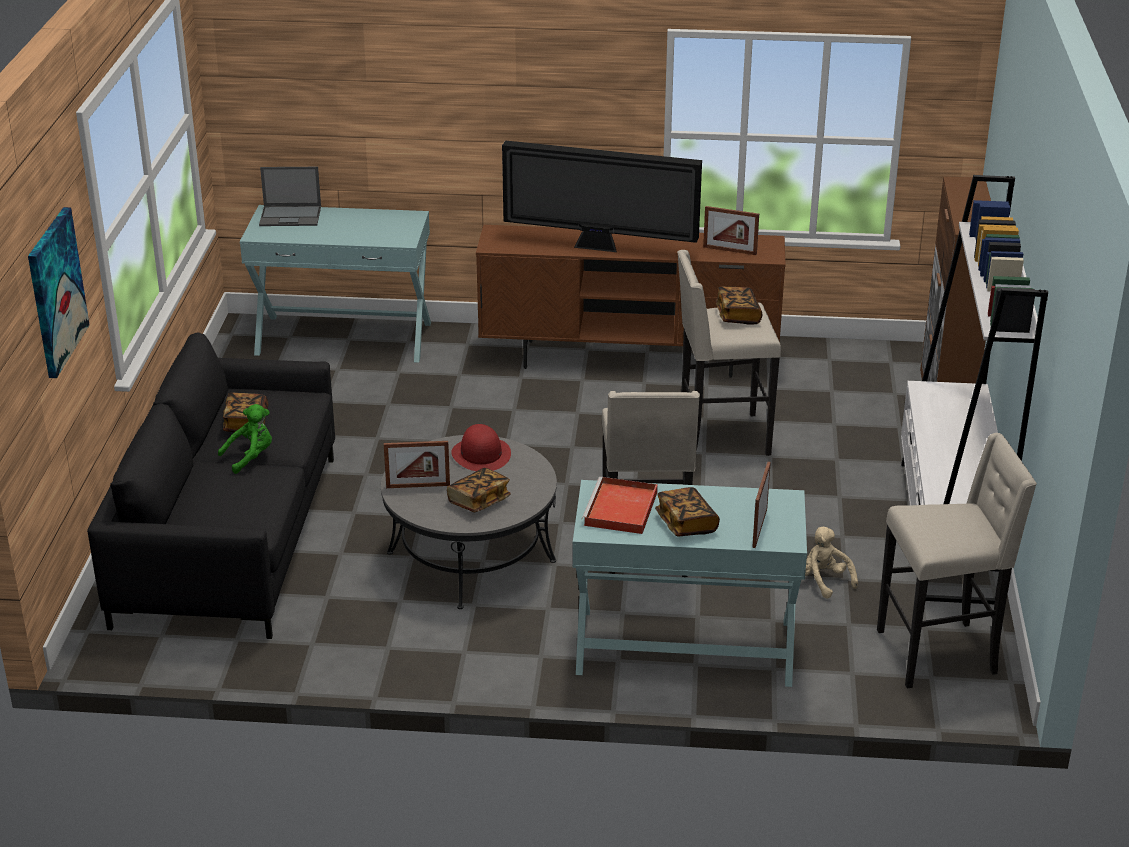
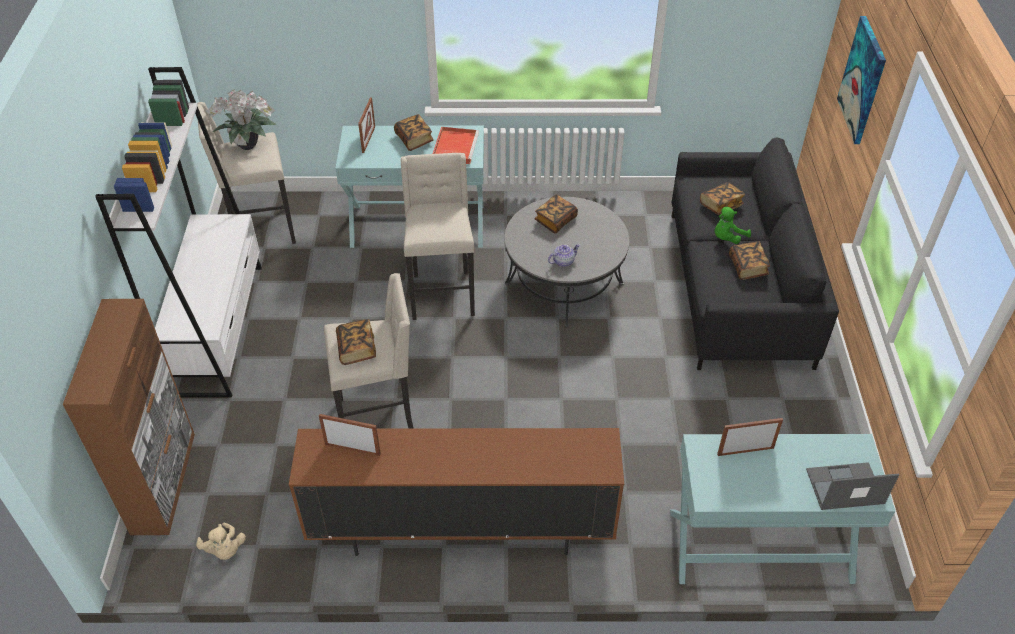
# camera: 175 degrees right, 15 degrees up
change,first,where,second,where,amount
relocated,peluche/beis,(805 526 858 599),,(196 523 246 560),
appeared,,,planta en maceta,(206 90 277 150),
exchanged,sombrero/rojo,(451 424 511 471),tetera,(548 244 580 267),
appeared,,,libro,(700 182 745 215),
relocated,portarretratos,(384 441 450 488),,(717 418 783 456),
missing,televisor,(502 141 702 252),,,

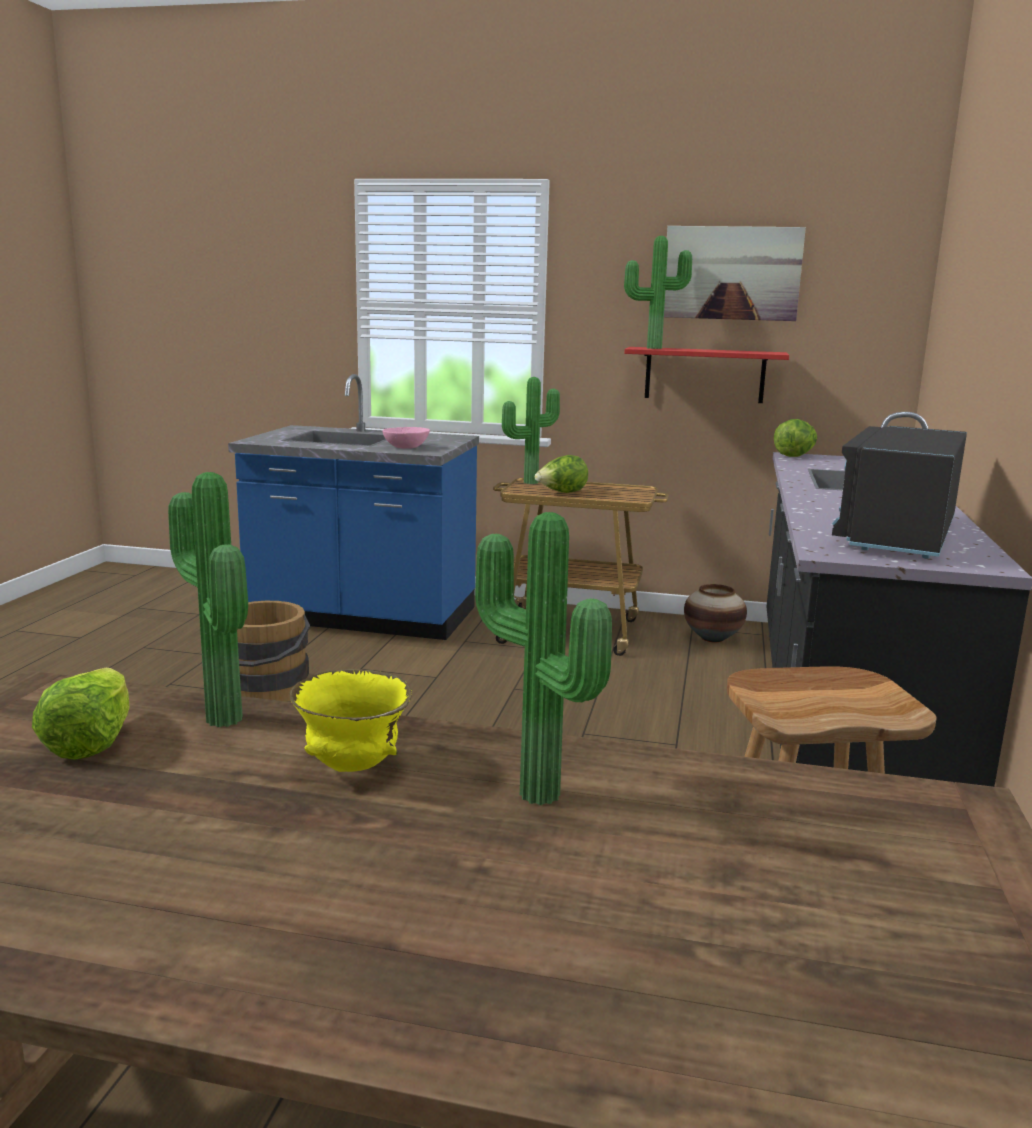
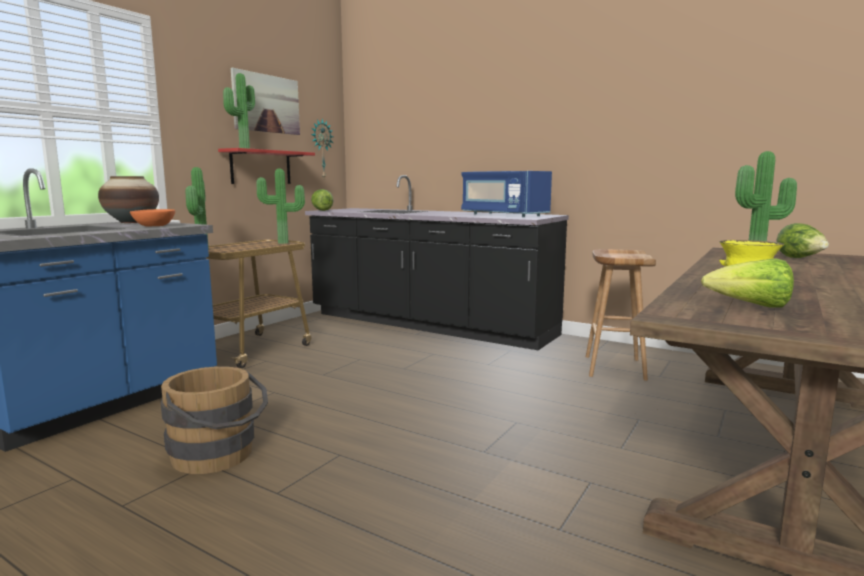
# camera: 70 degrees left, 5 degrees down
change,first,where,second,where,amount
relocated,florero,(684 584 747 643),,(98 176 159 223),
colour,cuenco/rosa,(382 427 430 449),cuenco/naranja,(130 209 175 226),
relocated,planta en maceta,(168 472 248 727),,(256 168 305 244),
appeared,,,reloj de pared,(311 119 334 178),
colour,microondas/negro,(832 426 967 559),microondas/azul,(461 171 552 217),
relocated,lechuga,(535 455 588 493),,(776 223 829 258),

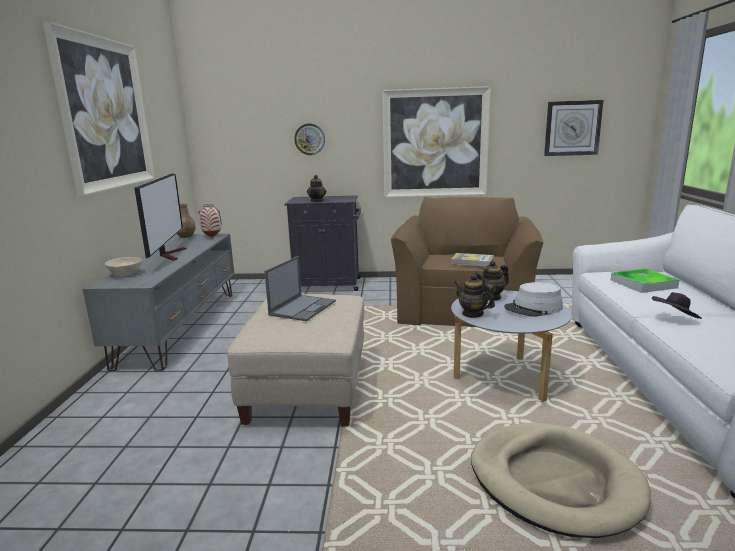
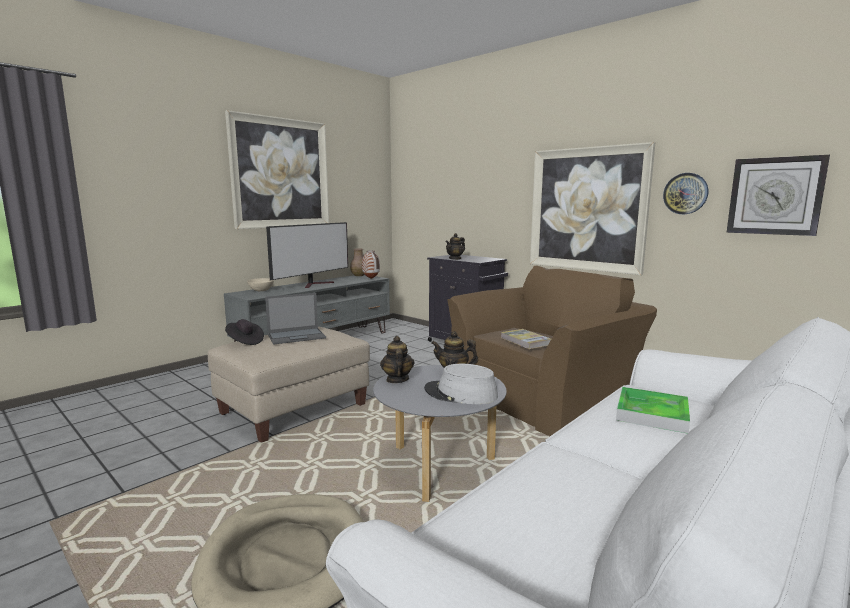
# camera: 40 degrees right, 5 degrees down
change,first,where,second,where,amount
relocated,sombrero/negro,(652 292 702 319),,(225 319 264 345),
relocated,reloj de pared,(294 124 325 155),,(663 173 708 214),

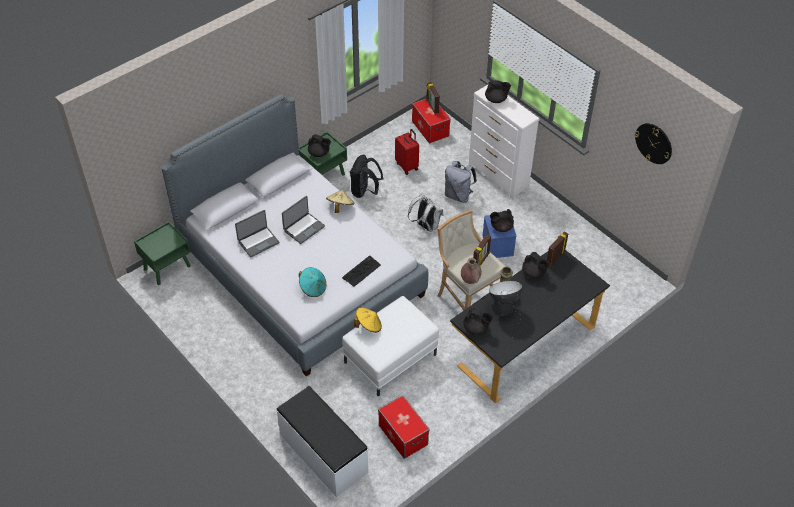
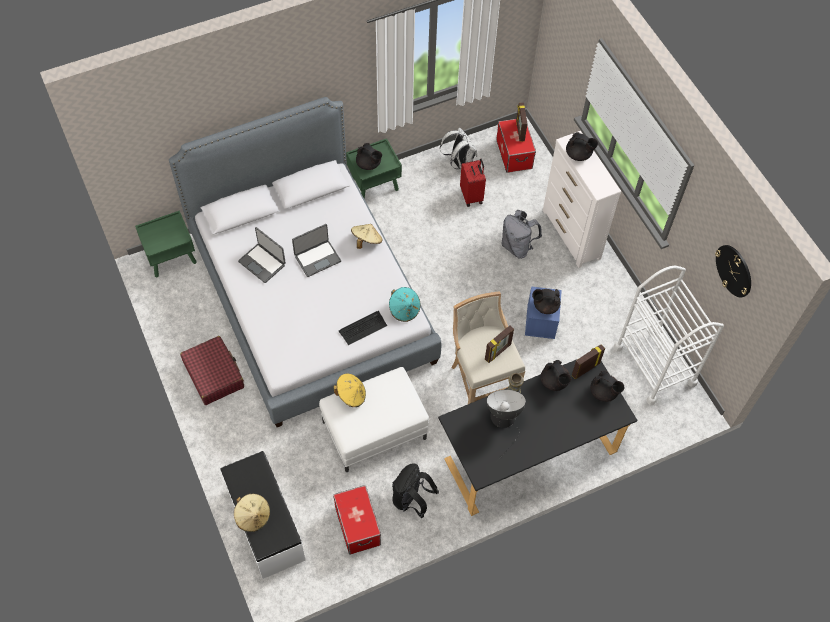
# camera: 15 degrees right, 10 degrees up
change,first,where,second,where,amount
appeared,,,maleta/rojo,(180 336 244 405),
appeared,,,sombrero/beis,(234 494 270 532),
spun,portátil,(235 210 280 257),,(238 227 286 283),60 degrees clockwise
relocated,sombrero/turquesa,(299 267 326 297),,(389 287 420 322),
relocated,mochila/negro,(350 155 383 198),,(392 463 439 518),
relocated,mochila/blanco,(408 194 443 232),,(440 127 477 170),
relocated,tetera/negro,(463 308 493 335),,(590 371 624 402),
appeared,,,carrito/blanco,(614 266 724 405),
missing,florero/marrón,(461 258 482 284),,,

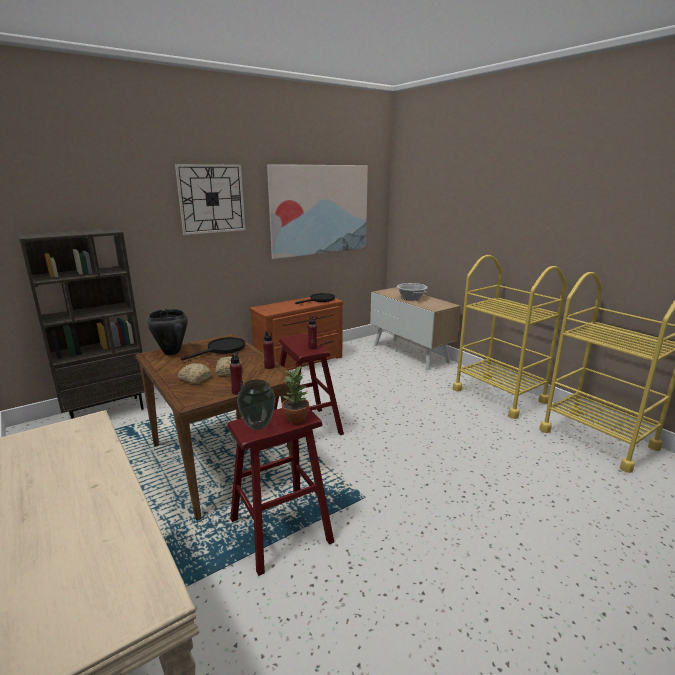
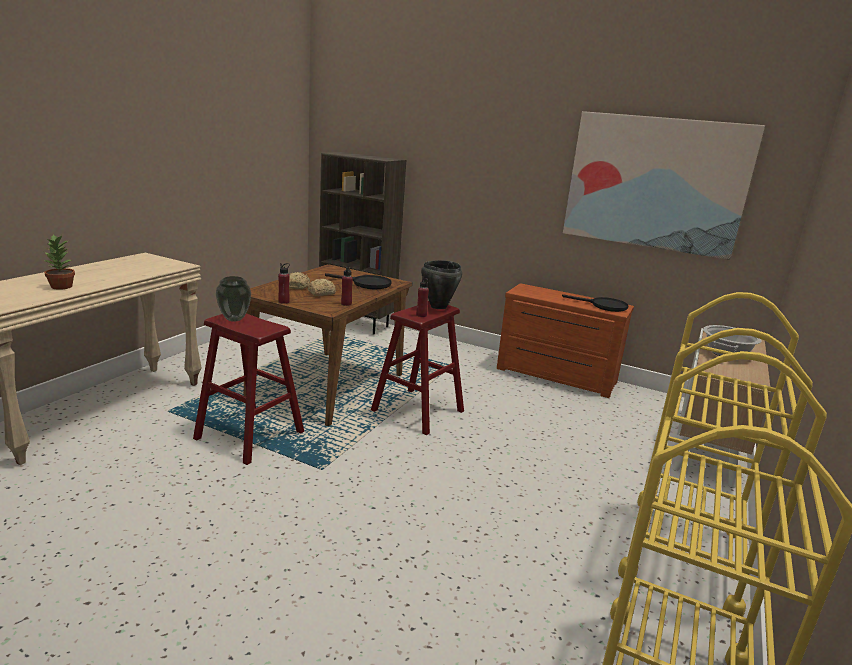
# camera: 60 degrees right, 0 degrees up
change,first,where,second,where,amount
relocated,planta en maceta,(282 365 309 424),,(44 234 75 290),
relocated,olla/negro,(147 309 188 355),,(421 260 462 309),
missing,reloj de pared,(175 164 245 235),,,

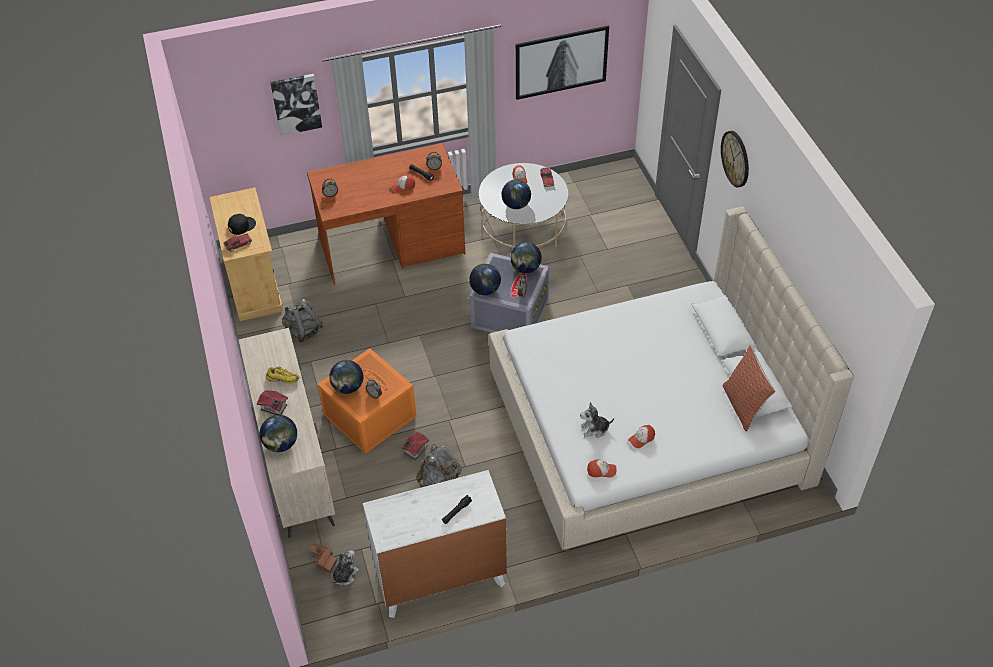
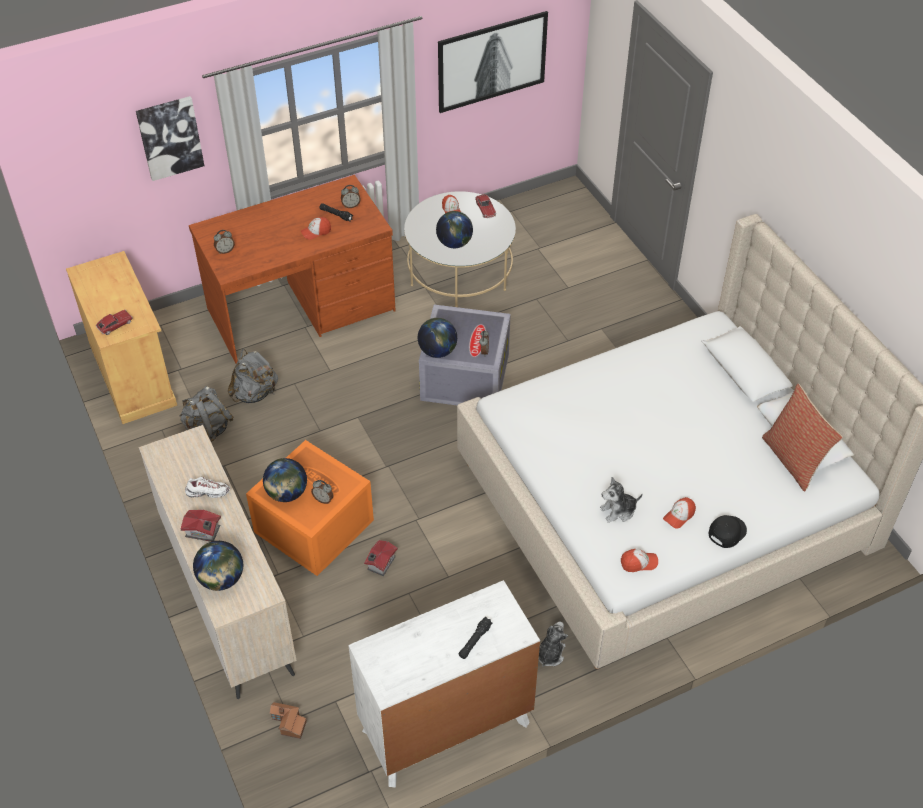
# camera: 10 degrees left, 0 degrees up
change,first,where,second,where,amount
colour,zapato/amarillo,(266 367 299 384),zapato/blanco,(185 477 230 498),
relocated,mochila/gris,(416 444 462 487),,(228 349 278 403),
relocated,peluche,(332 550 359 585),,(538 622 568 667),
relocated,gorra/negro,(228 214 256 235),,(709 515 747 548),
missing,globo terráqueo,(511 242 542 273),,,
missing,reloj de pared,(721 131 749 187),,,

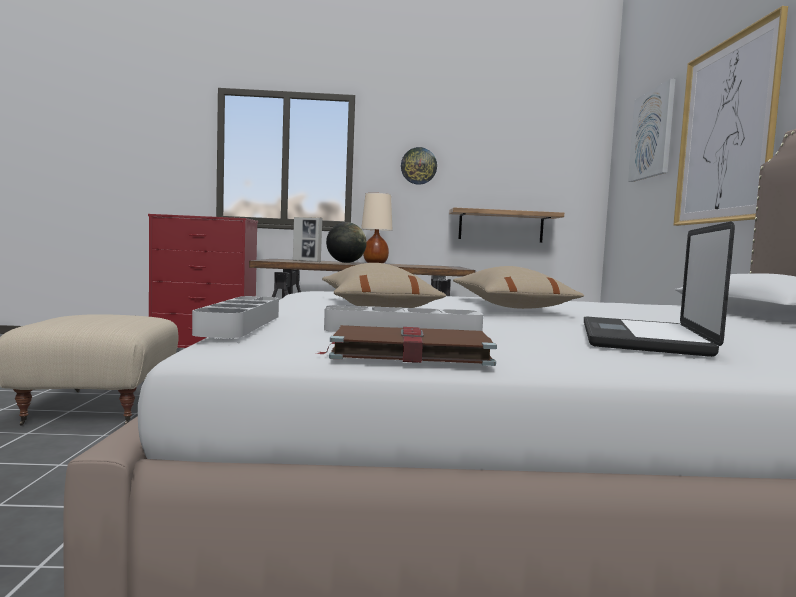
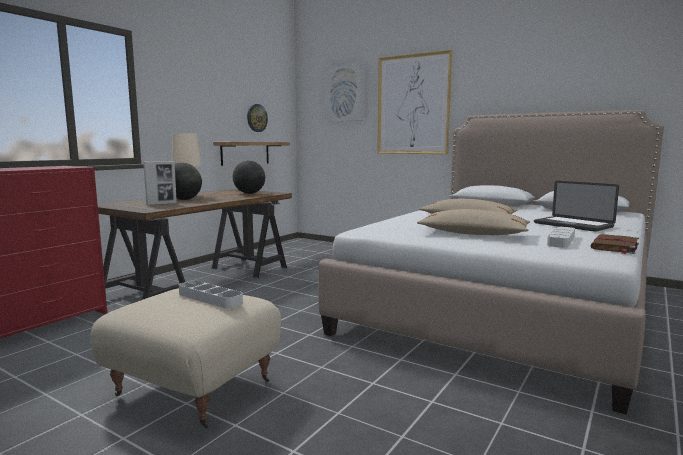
# camera: 55 degrees left, 5 degrees up
change,first,where,second,where,amount
relocated,bandeja/gris,(192 296 279 338),,(179 280 243 309),
appeared,,,globo terráqueo,(233 160 265 194),
relocated,reloj de pared,(401 147 437 185),,(247 104 268 132),

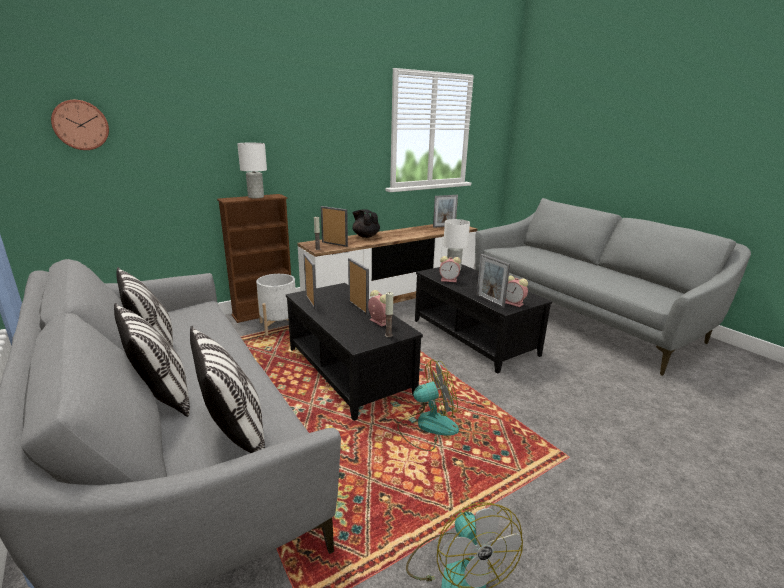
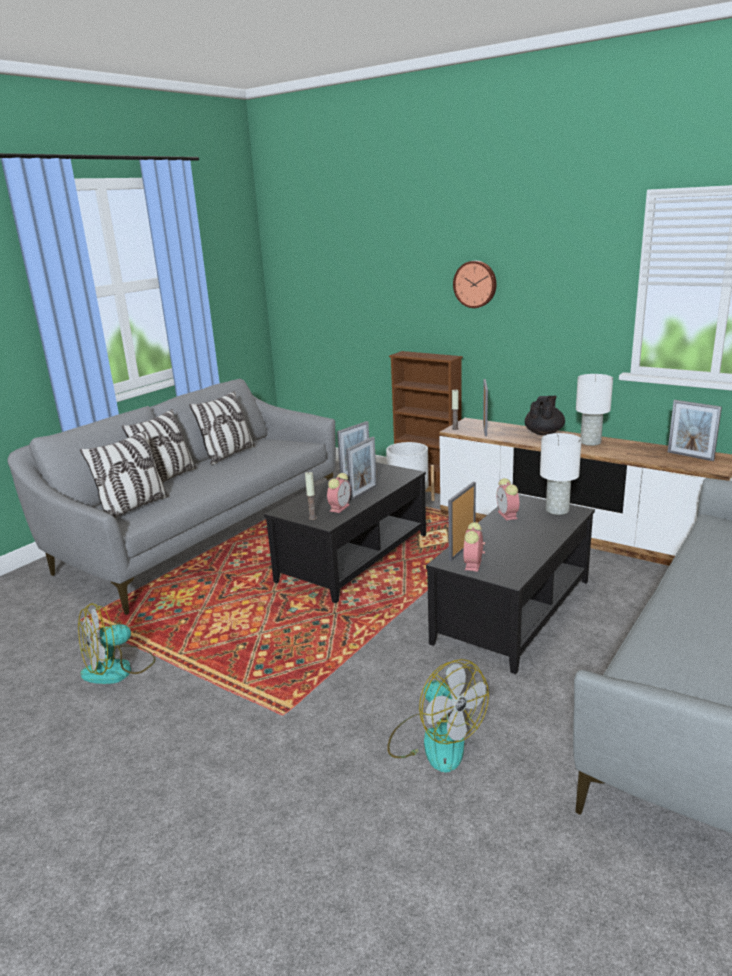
# camera: 70 degrees right, 0 degrees up
change,first,where,second,where,amount
relocated,ventilador,(397 359 459 451),,(387 659 489 772),
relocated,reloj de pared,(51 100 109 150),,(453 261 497 308),
relocated,lámpara de mesa/blanco,(237 143 267 198),,(576 374 613 446),

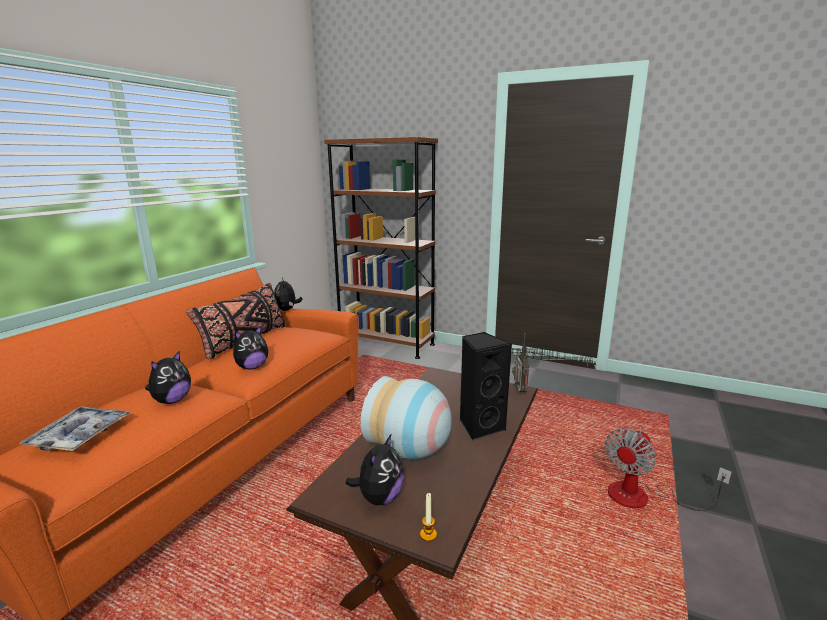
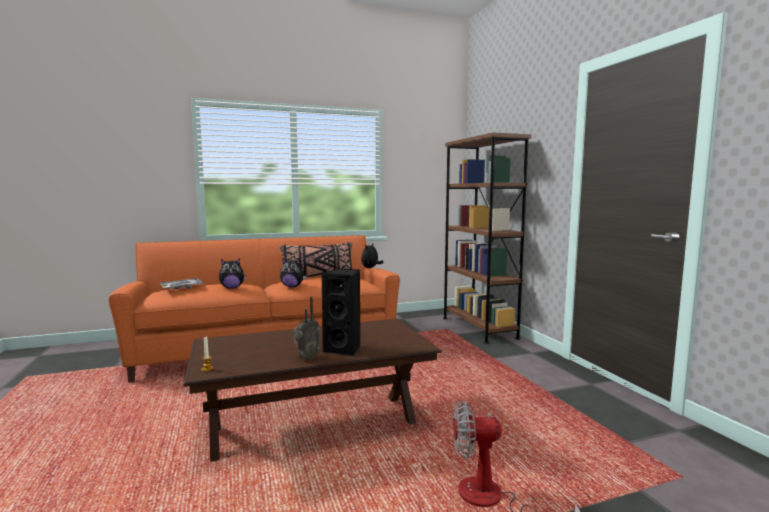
# camera: 45 degrees right, 10 degrees down
change,first,where,second,where,amount
relocated,radio,(512 333 529 392),,(293 296 320 360),
missing,peluche,(346 435 404 505),,,
missing,florero,(361 376 452 459),,,

